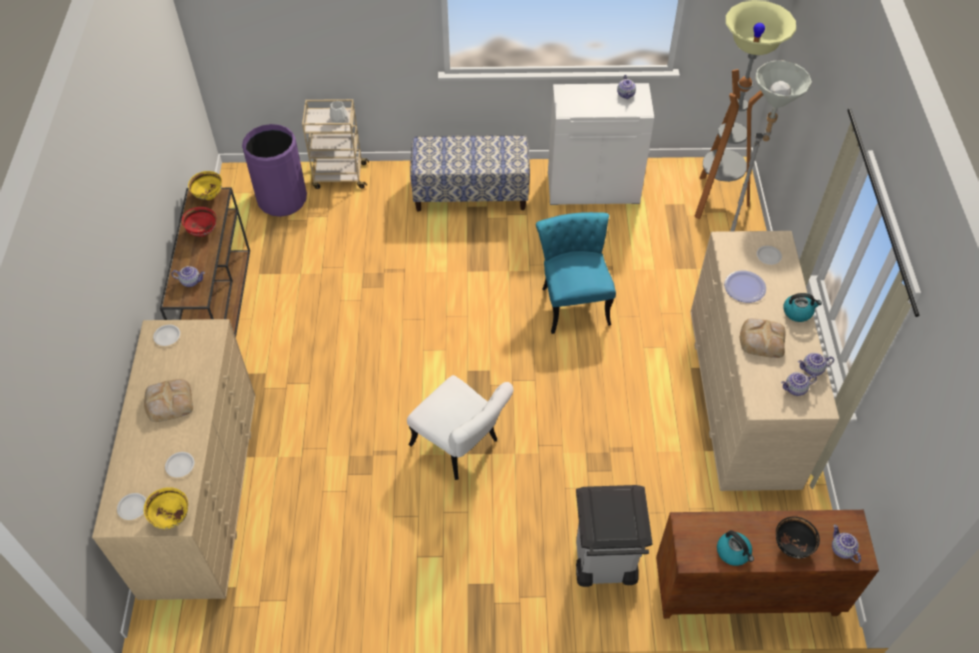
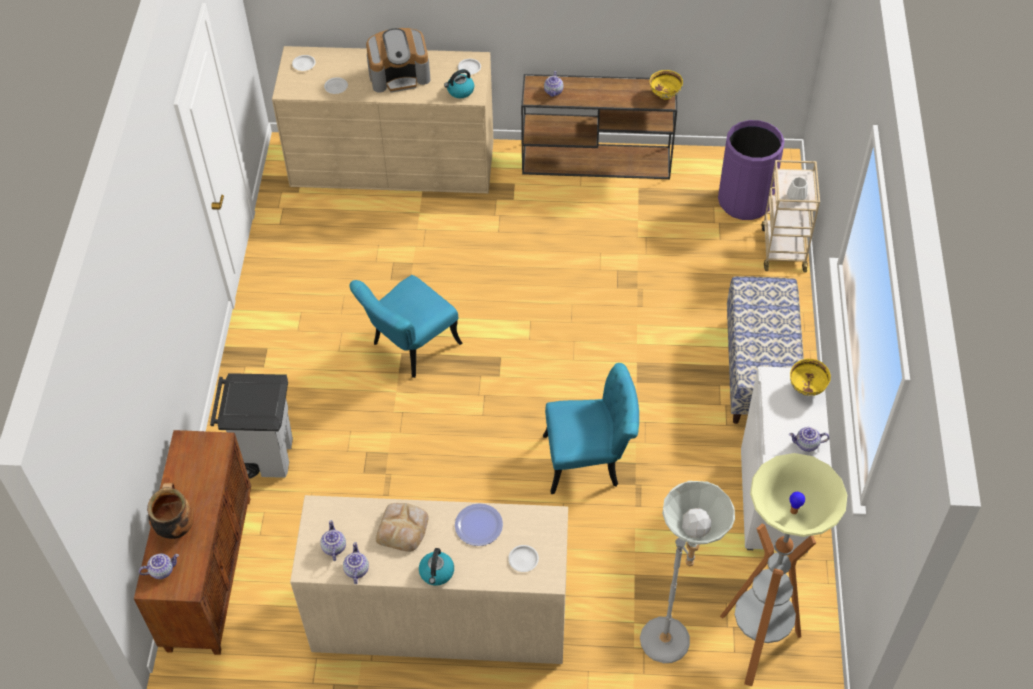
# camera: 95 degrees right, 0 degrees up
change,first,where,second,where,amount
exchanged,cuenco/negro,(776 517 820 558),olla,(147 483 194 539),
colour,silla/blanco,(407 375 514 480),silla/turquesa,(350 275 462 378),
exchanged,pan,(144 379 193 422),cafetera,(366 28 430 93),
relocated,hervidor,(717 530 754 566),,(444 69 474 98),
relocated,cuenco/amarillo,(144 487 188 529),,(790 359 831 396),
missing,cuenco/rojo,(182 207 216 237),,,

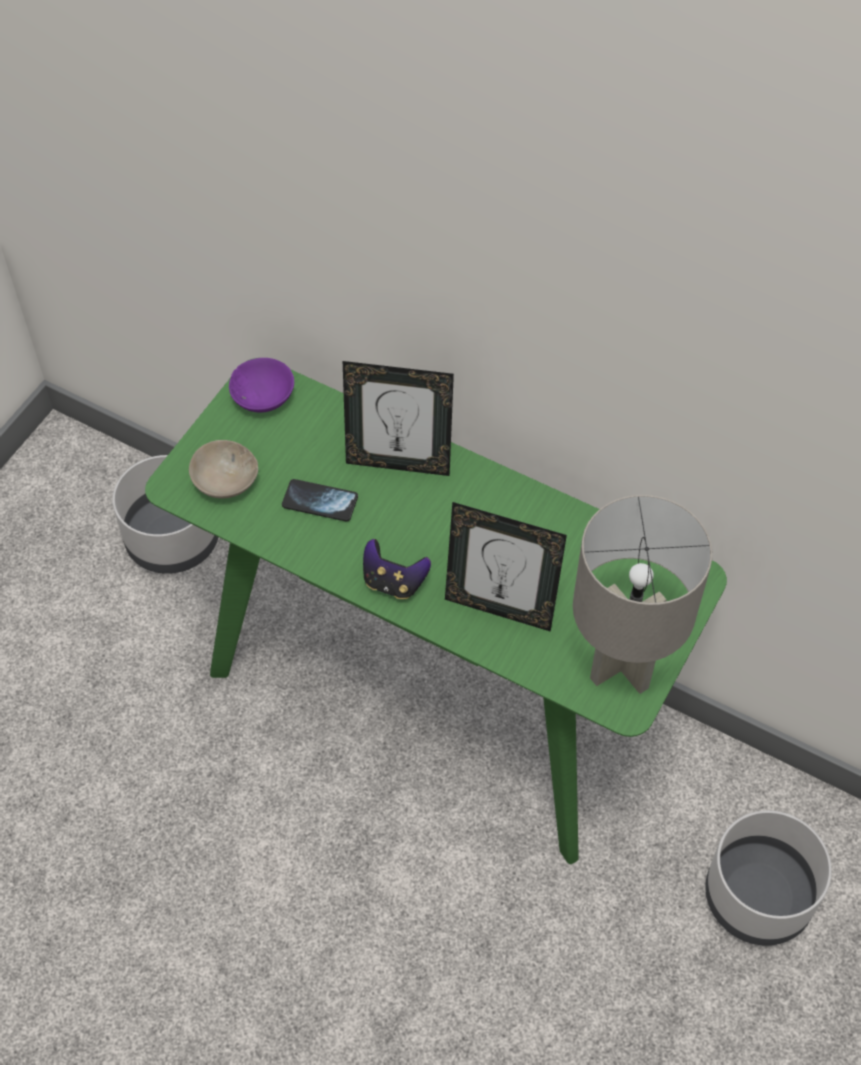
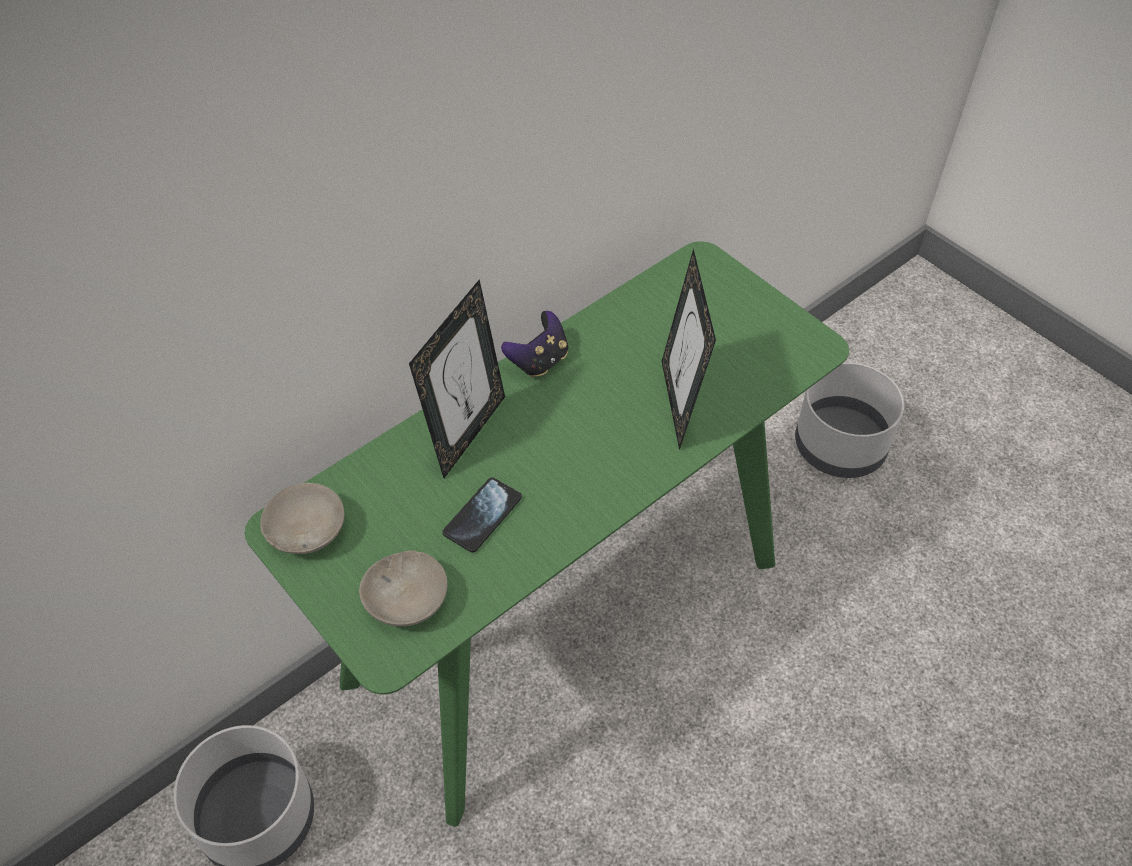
# camera: 70 degrees left, 5 degrees down
change,first,where,second,where,amount
colour,cuenco/morado,(229 358 294 413),cuenco/beis,(260 483 344 554),
relocated,mando de consola,(363 539 431 599),,(501 311 568 378),
spun,portarretratos,(445 502 567 632),,(662 248 716 450),135 degrees clockwise
missing,lámpara de mesa/gris,(573 495 712 694),,,

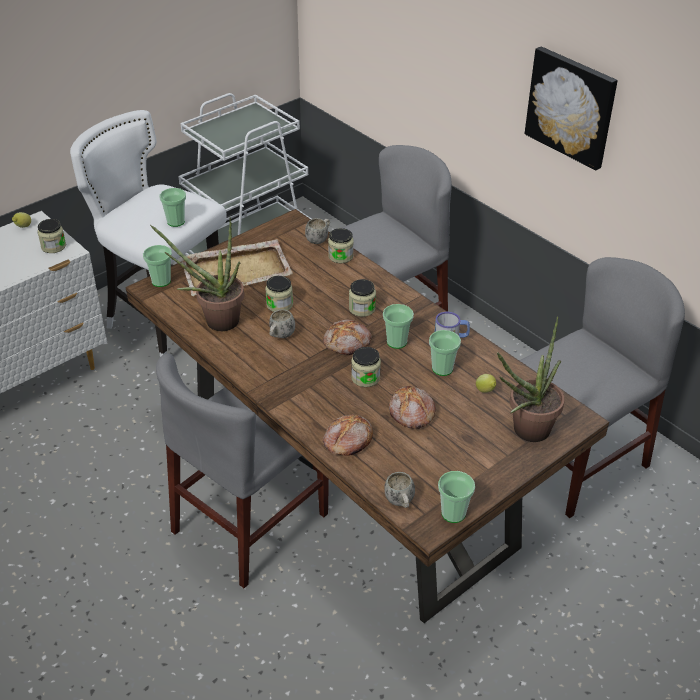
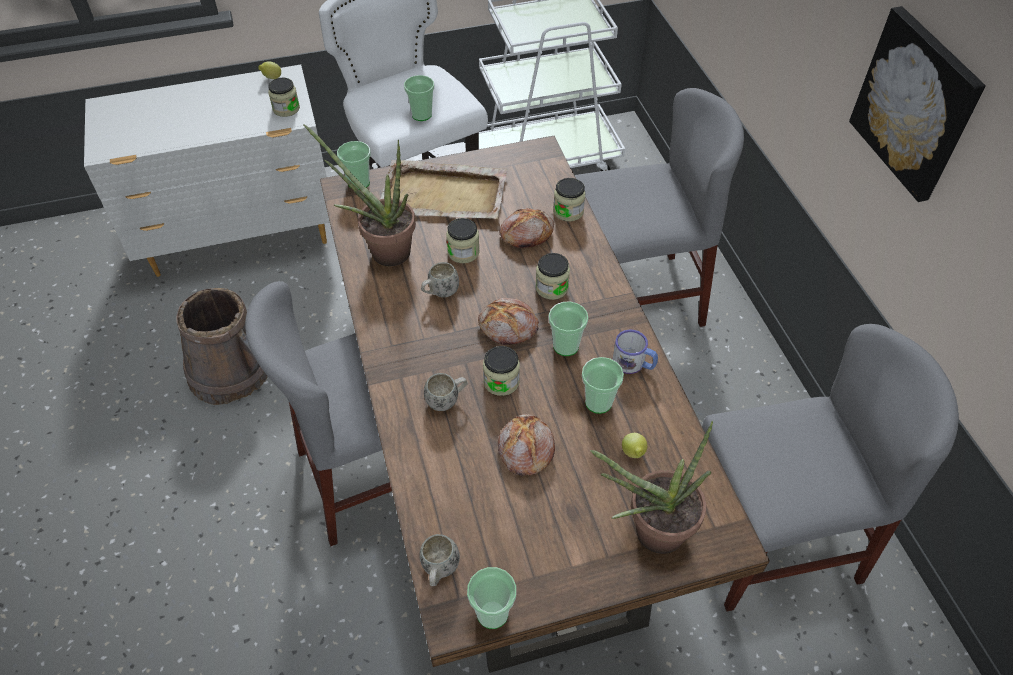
# camera: 25 degrees right, 10 degrees up
change,first,where,second,where,amount
appeared,,,cubo/marrón,(177 288 268 405),
relocated,taza grande/blanco,(305 218 330 244),,(424 373 468 411),
relocated,pan,(323 414 373 456),,(499 208 554 248),

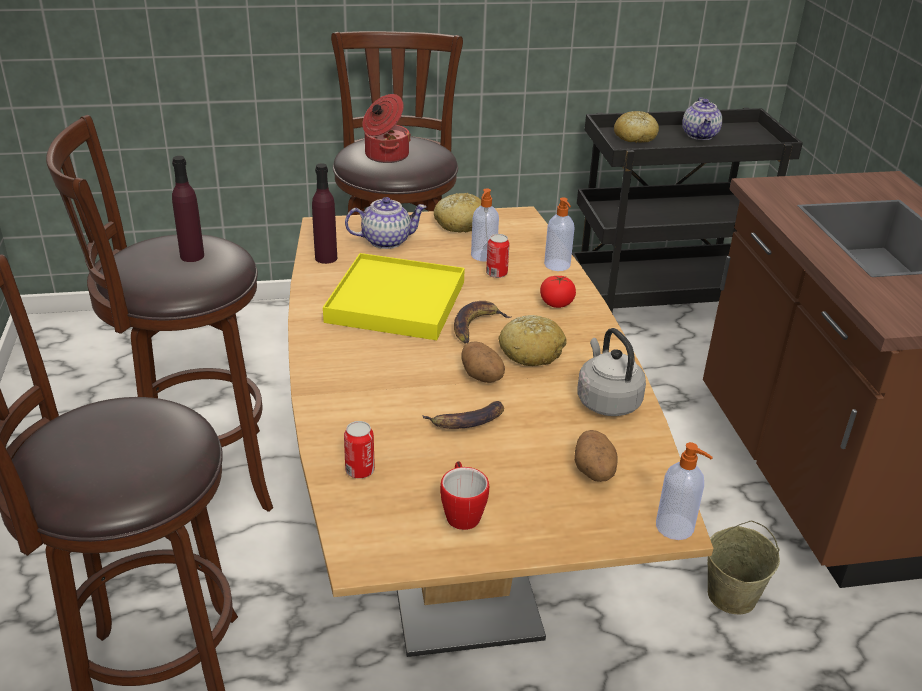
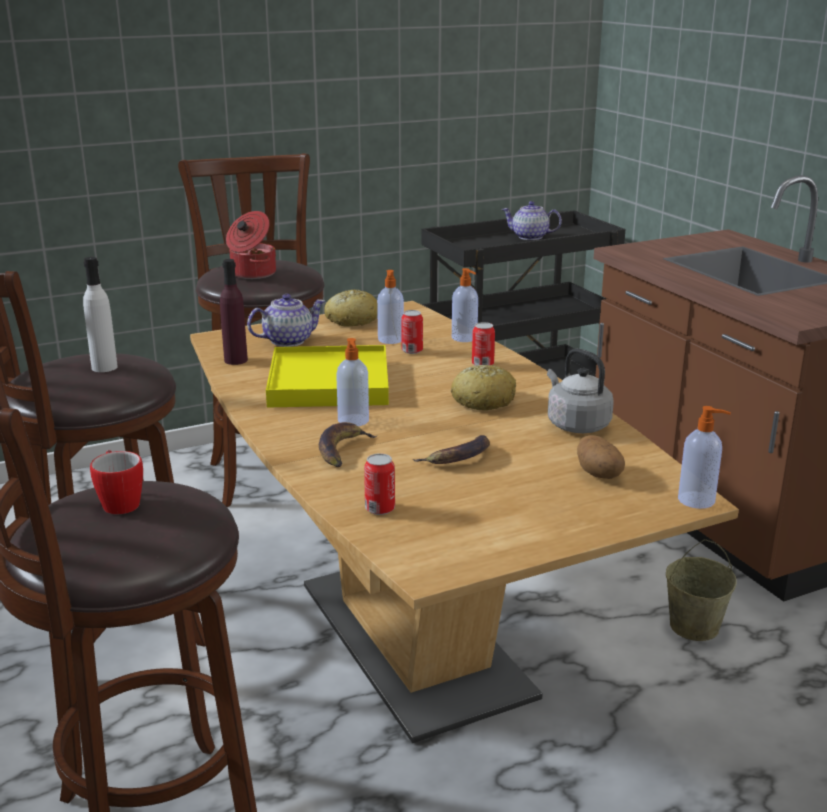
# camera: 15 degrees left, 10 degrees down
change,first,where,second,where,amount
colour,botella/morado,(172 156 204 262),botella/blanco,(83 257 118 372),
relocated,taza grande,(440 461 489 530),,(90 450 143 514),
relocated,plátano,(454 301 512 343),,(319 422 378 467),
appeared,,,dispensador de jabón,(336 338 369 426),
exchanged,tomate,(540 276 576 308),lata,(472 322 495 366),
spun,tetera,(682 97 722 140),,(502 201 562 240),120 degrees clockwise
missing,patata,(461 341 505 383),,,
missing,pan,(614 111 659 143),,,

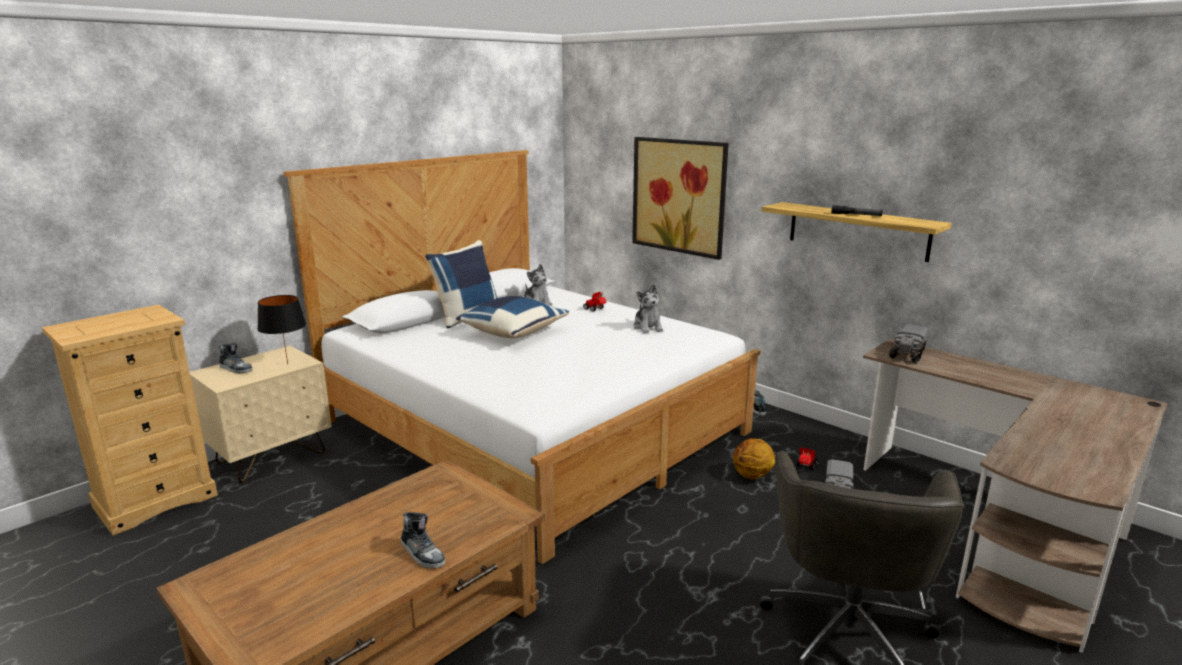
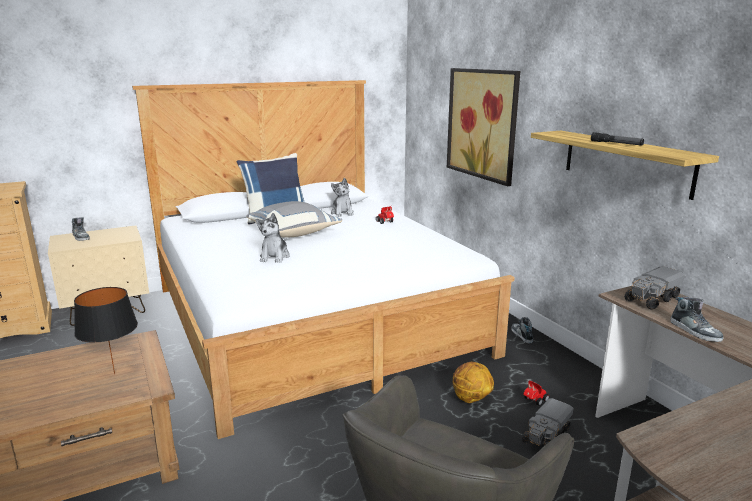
# camera: 20 degrees right, 0 degrees up
change,first,where,second,where,amount
relocated,lámpara de mesa/negro,(257 295 306 364),,(74 287 138 374),
colour,cojín/azul,(456 296 569 338),cojín/gris,(246 201 342 238),
relocated,peluche,(633 284 663 333),,(256 213 290 263),
relocated,zapato,(401 512 445 569),,(671 297 724 342),

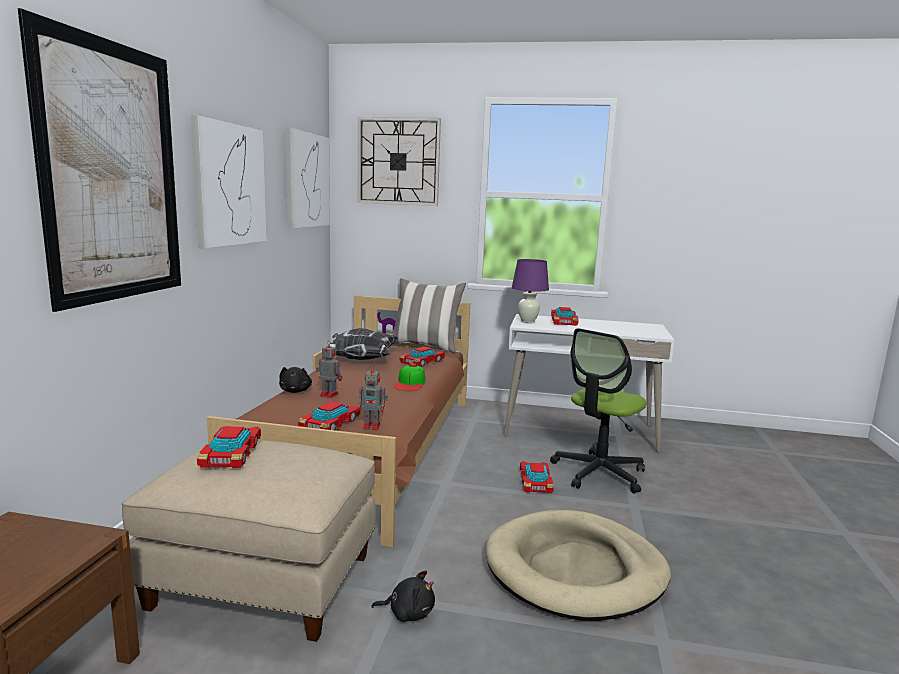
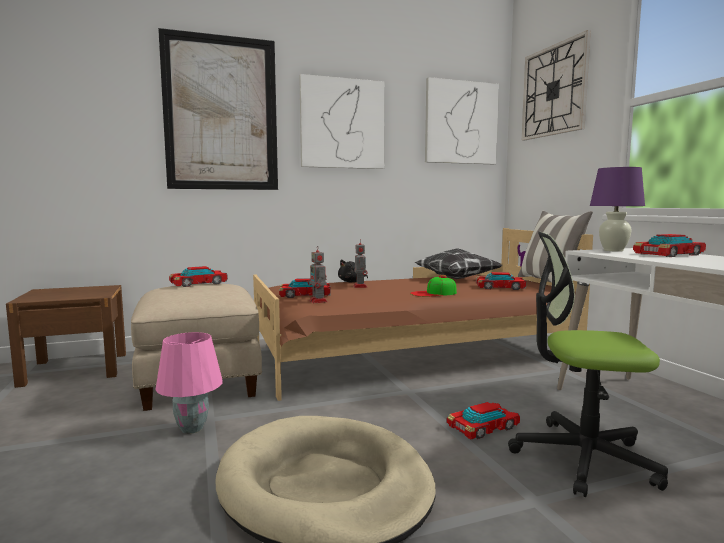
# camera: 60 degrees right, 5 degrees down
change,first,where,second,where,amount
exchanged,peluche/negro,(371 571 435 622),lámpara de mesa/rosa,(156 332 223 434),

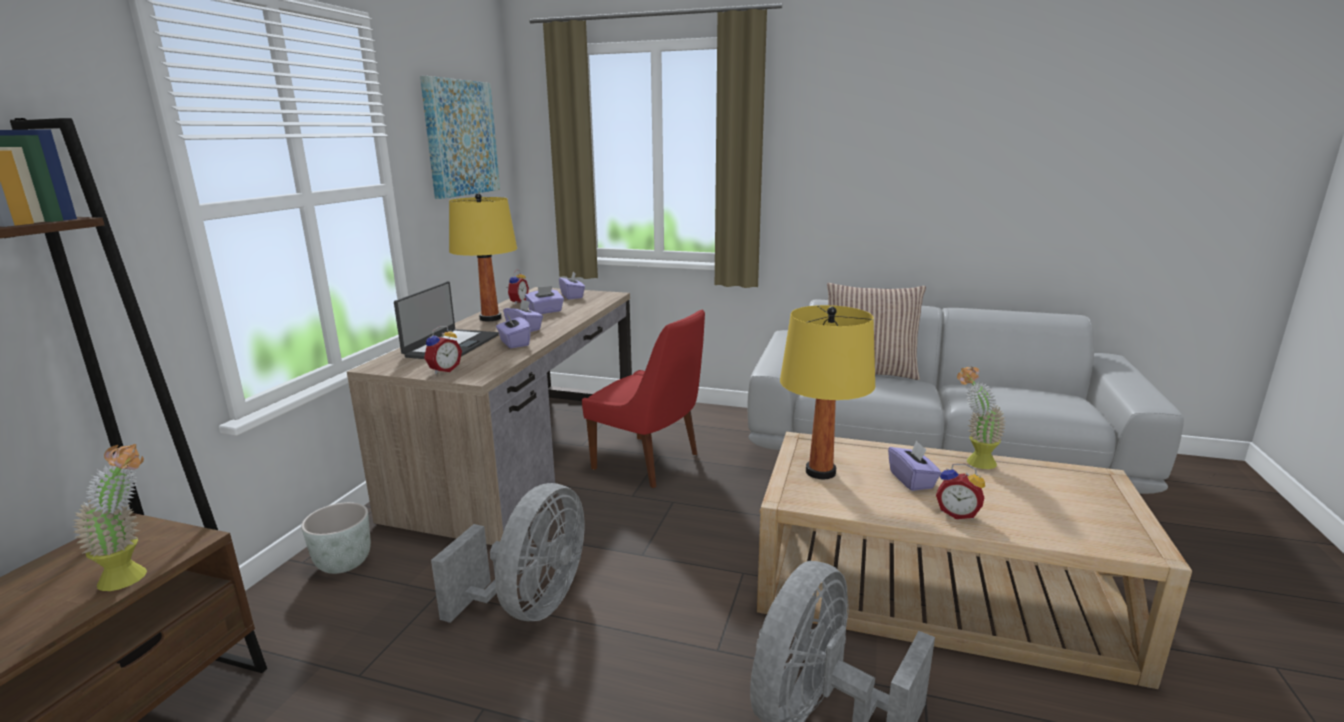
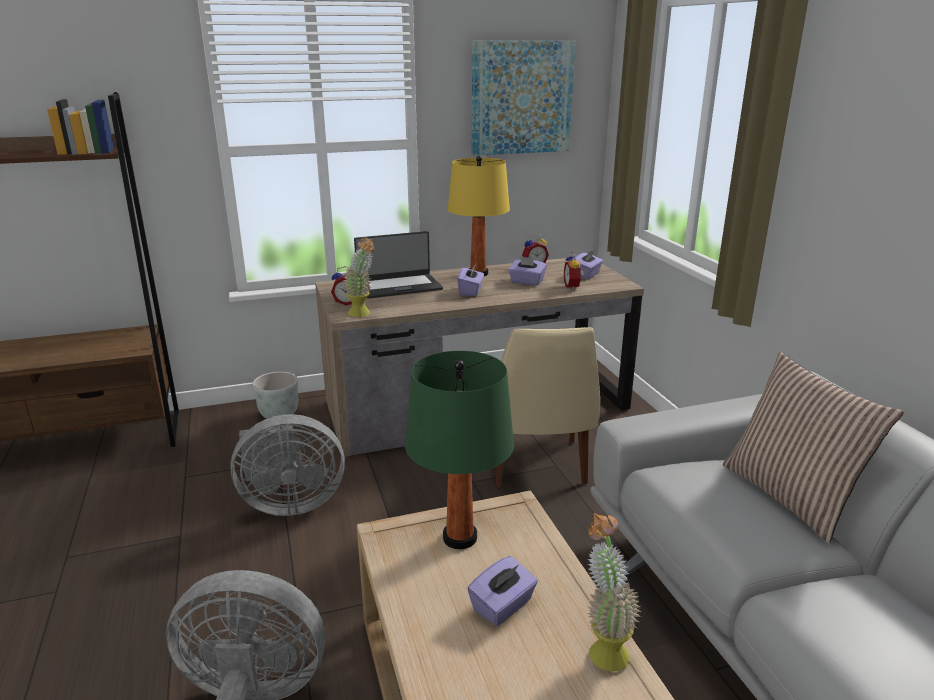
# camera: 55 degrees right, 5 degrees up
change,first,where,second,where,amount
relocated,planta en maceta,(72 444 147 591),,(343 237 375 317),
colour,lámpara de mesa/amarillo,(780 305 875 479),lámpara de mesa/verde,(405 351 514 549),
colour,silla/rojo,(582 309 705 488),silla/beis,(496 327 600 487),
relocated,despertador,(936 464 985 519),,(564 252 584 290),
missing,caja de pañuelos/morado,(496 313 531 348),,,

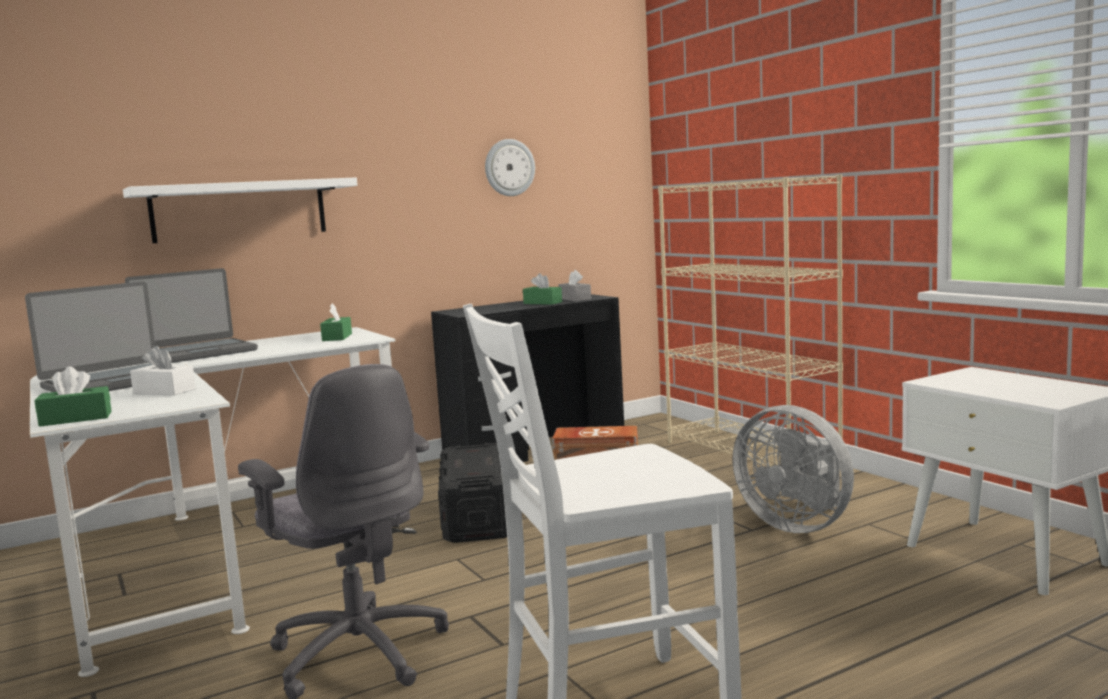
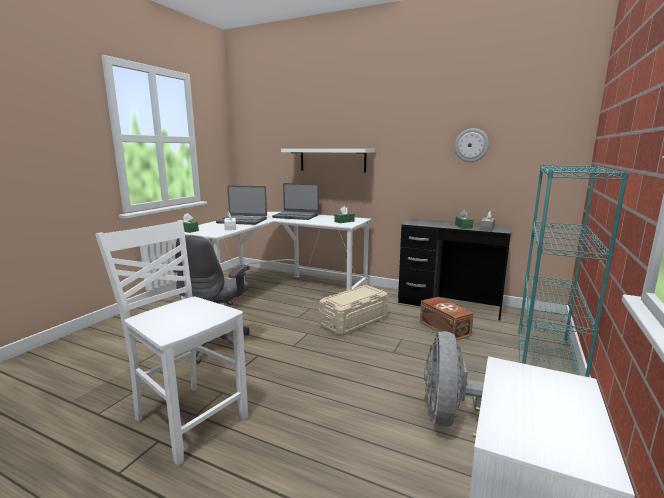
# camera: 55 degrees right, 5 degrees up
change,first,where,second,where,amount
colour,caja de almacenaje/negro,(438 443 507 543),caja de almacenaje/beis,(319 285 388 335),
colour,estantería/beis,(658 175 843 467),estantería/turquesa,(518 165 629 377),

